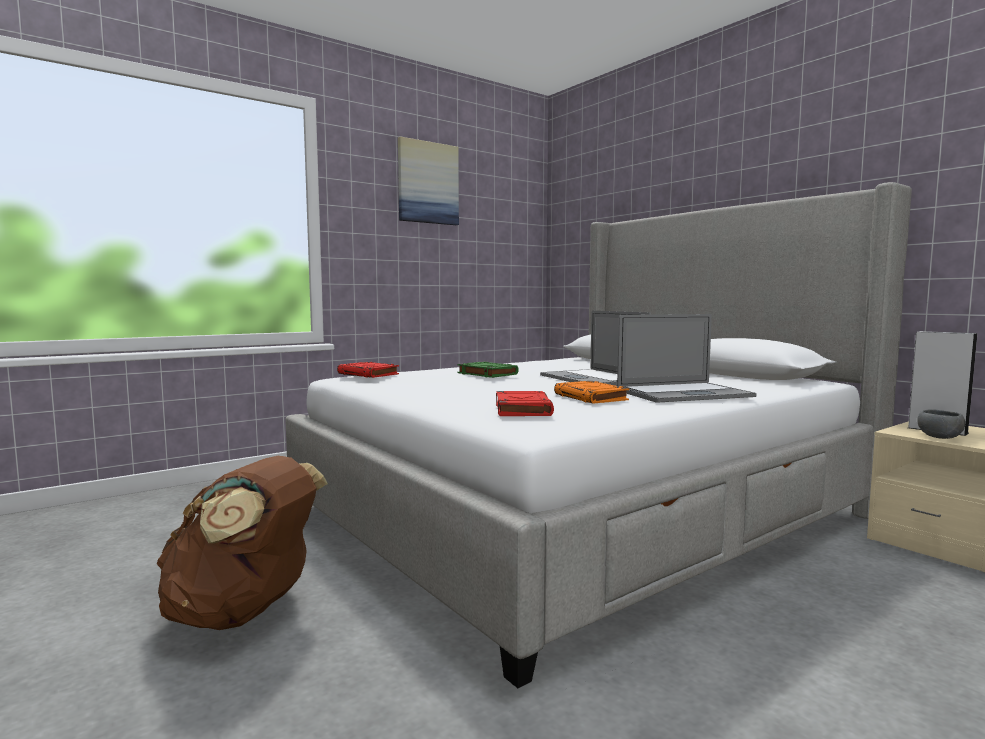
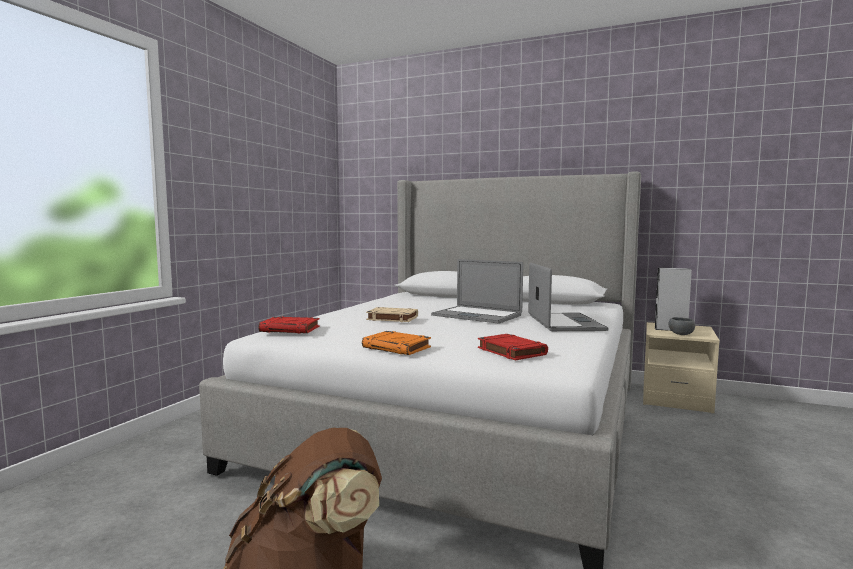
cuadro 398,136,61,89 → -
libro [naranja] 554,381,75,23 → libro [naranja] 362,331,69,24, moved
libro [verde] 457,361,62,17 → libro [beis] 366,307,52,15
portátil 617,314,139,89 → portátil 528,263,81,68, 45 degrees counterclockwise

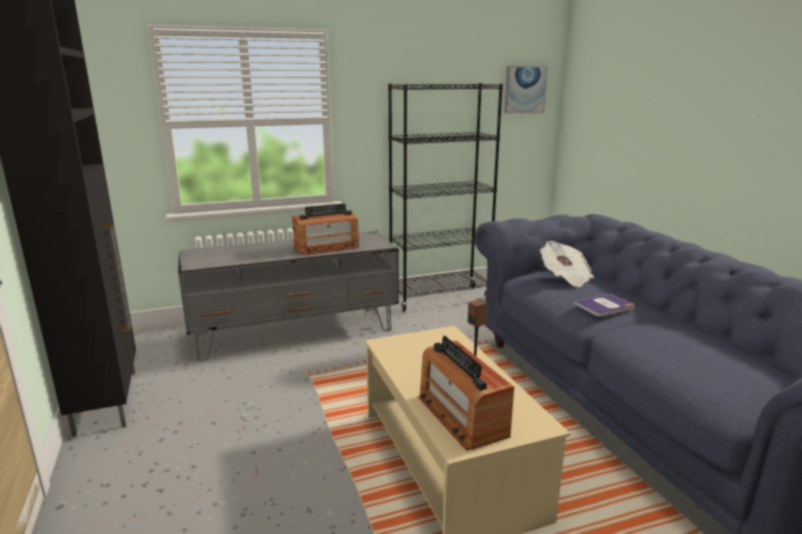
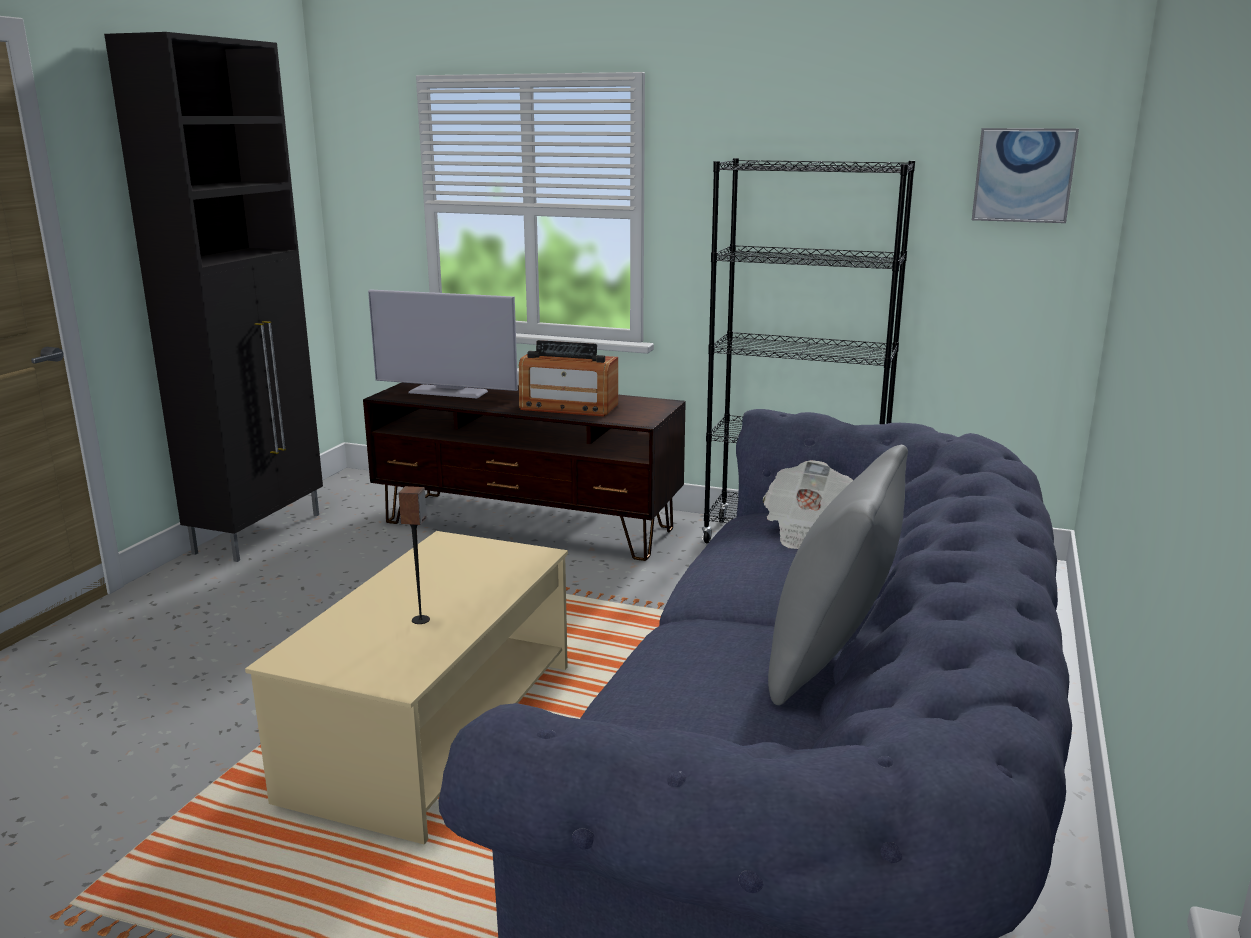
radio 418,336,96,115 → -
libro 574,294,60,22 → -
- → televisor 368,289,150,109
- → cojín [gris] 768,445,140,260
mueble de televisión [gris] 178,231,221,130 → mueble de televisión [marrón] 363,383,323,178

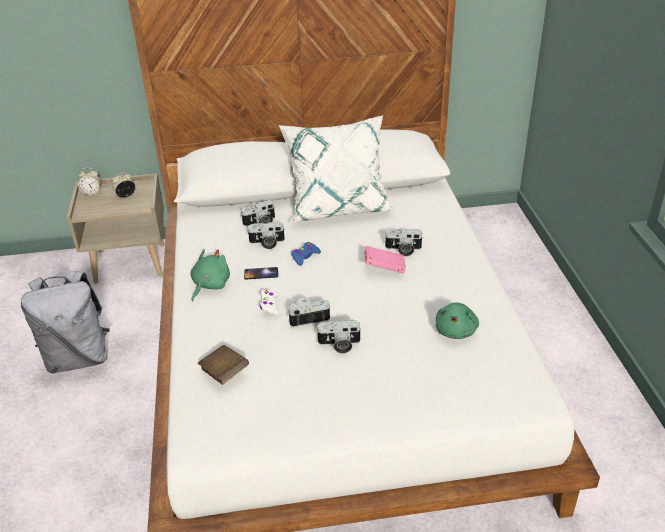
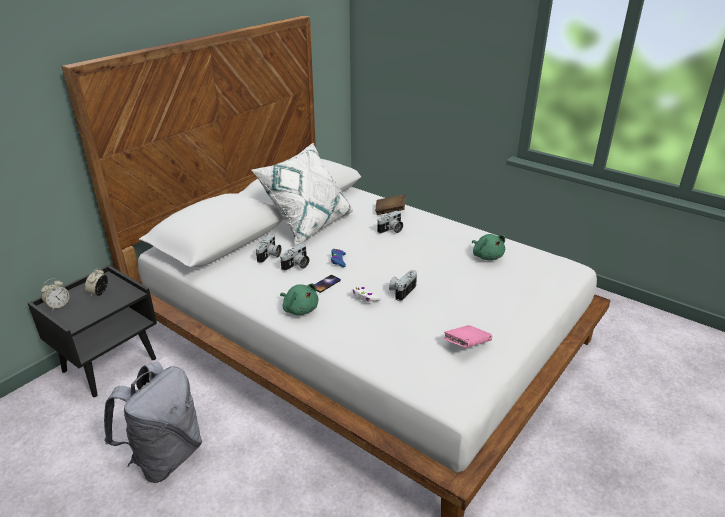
cámara 317,320,45,33 → -
libro [marrón] 198,345,51,40 → libro [marrón] 375,194,31,21, moved
libro [rosa] 364,246,42,28 → libro [rosa] 444,325,48,23, moved
mesita de noche [beis] 67,173,98,111 → mesita de noche [negro] 28,265,129,132
peluche [verde] 190,249,40,52 → peluche [verde] 280,284,39,31, 150 degrees clockwise

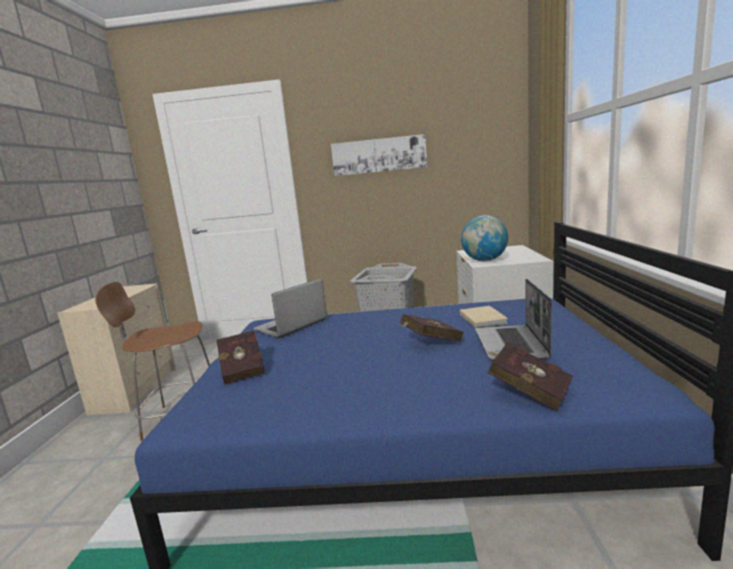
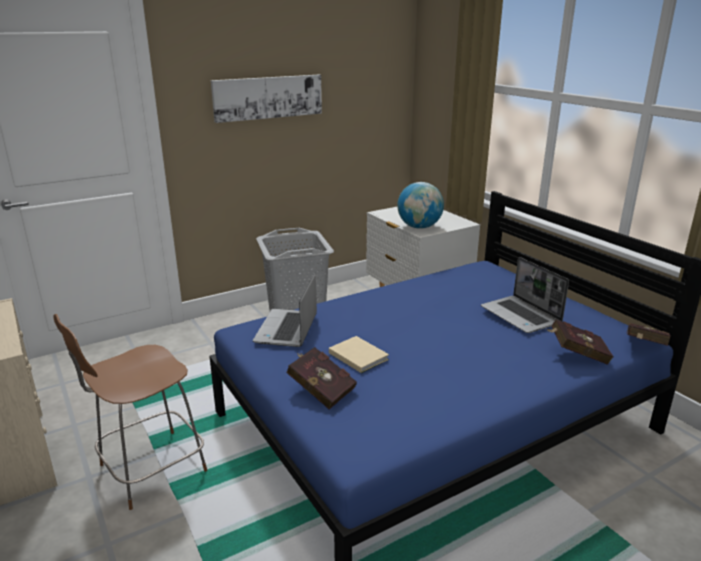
libro [rojo] 399,314,65,27 → libro [rojo] 627,323,44,23, moved
libro [beis] 460,306,48,22 → libro [beis] 329,336,60,37, moved

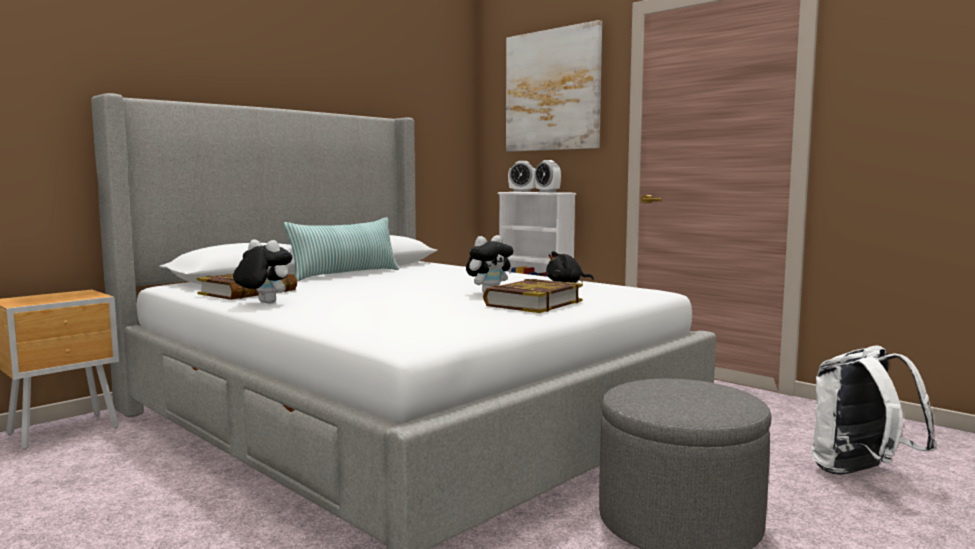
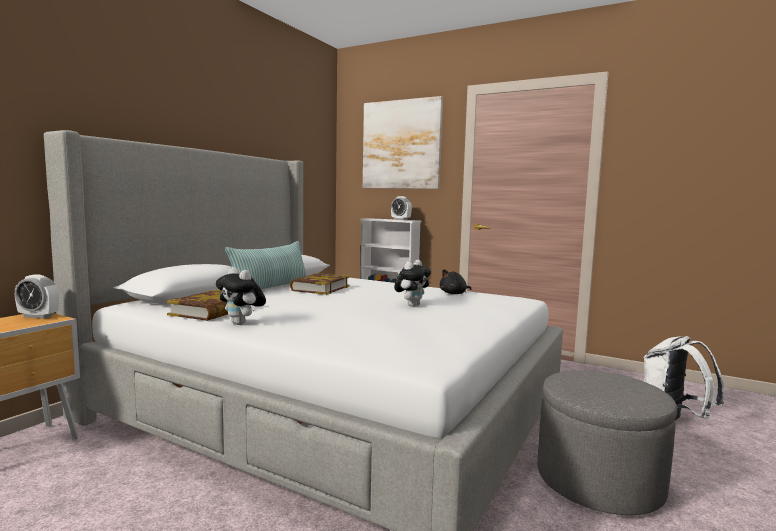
libro 483,279,100,34 → libro 290,273,60,22, moved
despertador 508,161,28,31 → despertador 15,274,44,45, moved
peluche 233,240,59,64 → peluche 216,267,50,58, 150 degrees counterclockwise

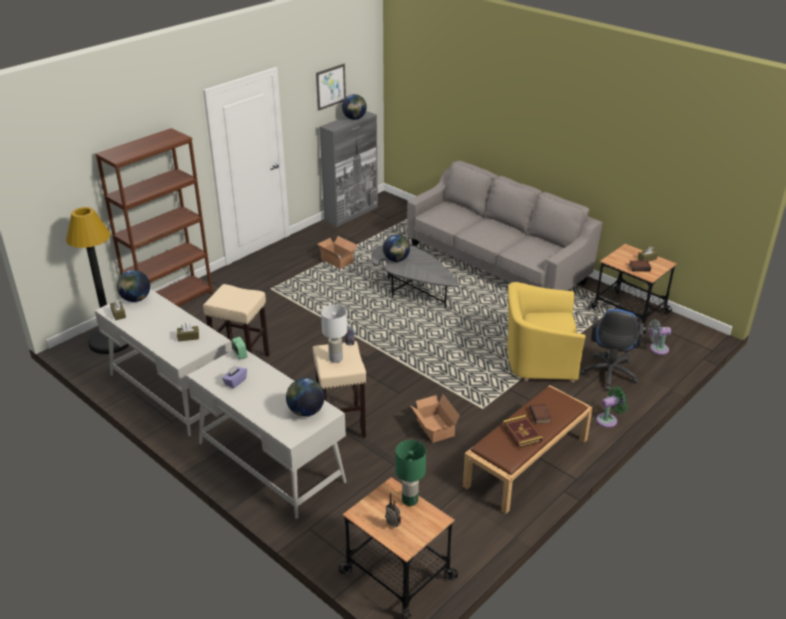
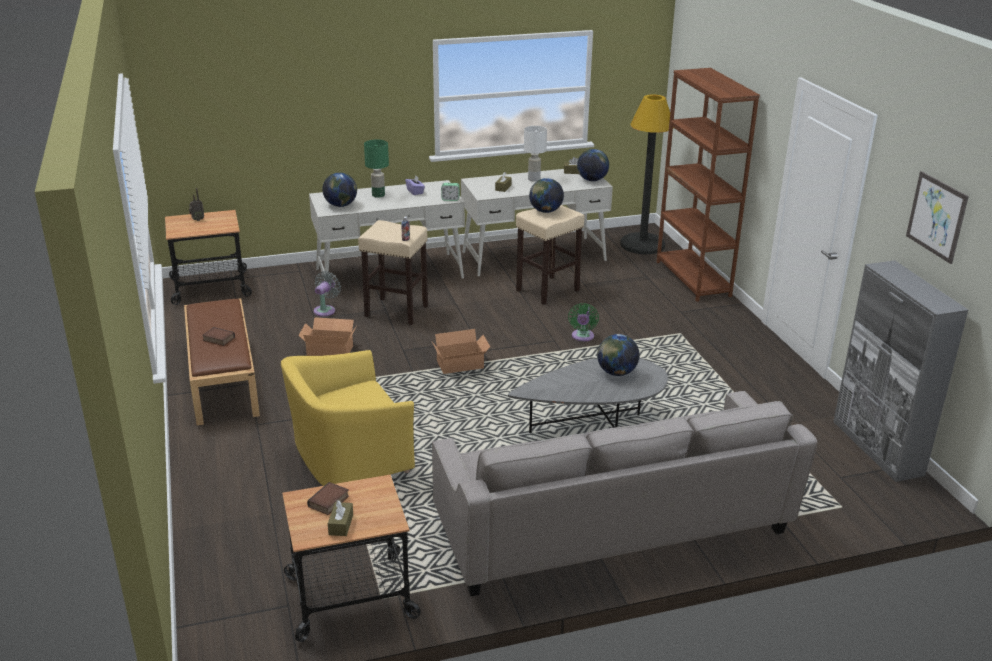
libro 502,415,41,34 → -
silla de oficina [azul] 581,309,63,82 → -
caja de cartón 318,236,39,33 → caja de cartón 432,329,58,45, moved
lámpara de mesa [blanco] 321,305,26,58 → lámpara de mesa [blanco] 524,126,23,56, moved
globo terráqueo 342,94,25,26 → globo terráqueo 529,178,35,35, moved
lámpara de mesa [verde] 396,440,30,66 → lámpara de mesa [verde] 364,140,25,58, moved
ventilador [verde] 596,386,32,42 → ventilador [verde] 568,303,31,38, moved
ventilador [gris] 648,319,23,36 → ventilador [gris] 314,271,27,46, moved
sillón [amarillo] 507,282,78,100 → sillón [amarillo] 281,350,134,136, 150 degrees counterclockwise

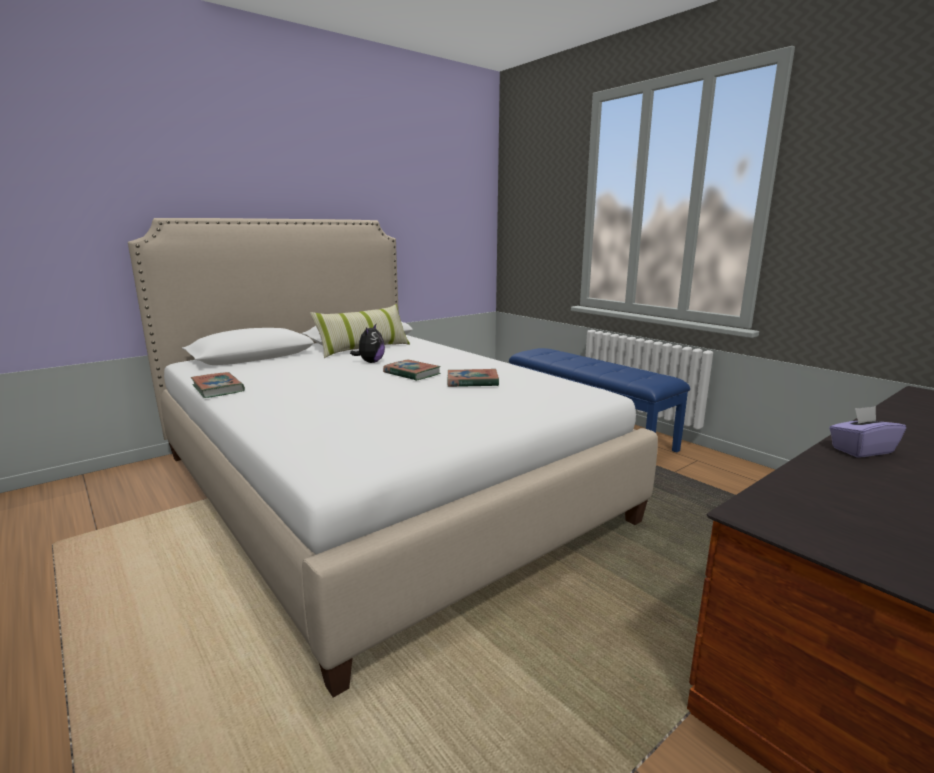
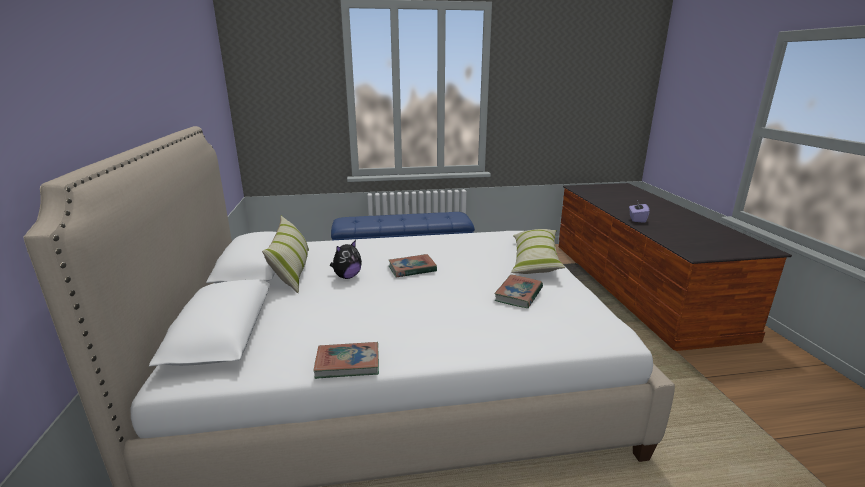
- → cojín 511,229,54,45
libro 448,369,51,18 → libro 494,274,49,34, moved
peluche 350,324,35,39 → peluche 330,240,32,39, 90 degrees clockwise

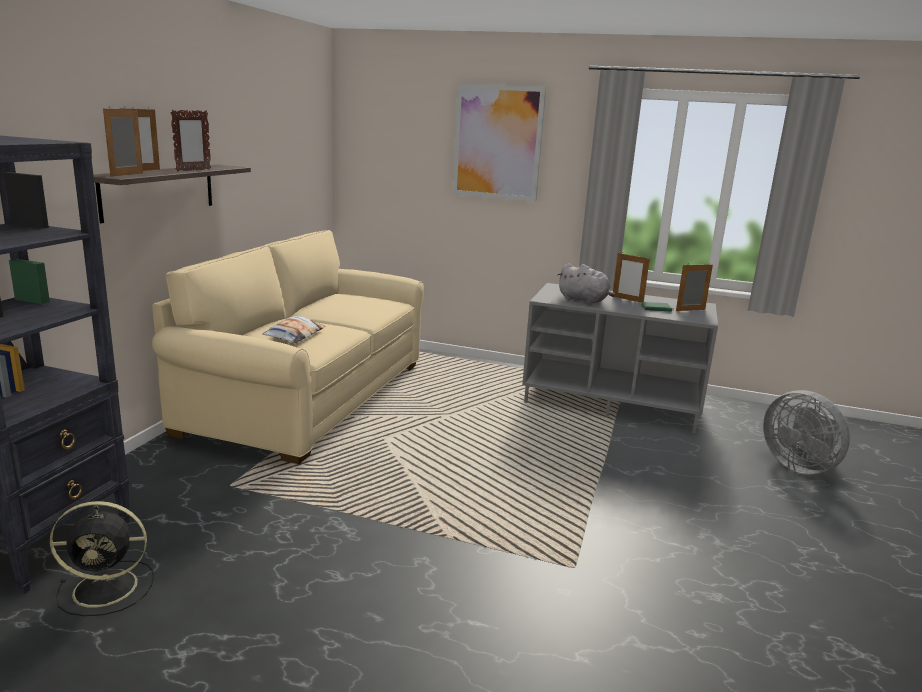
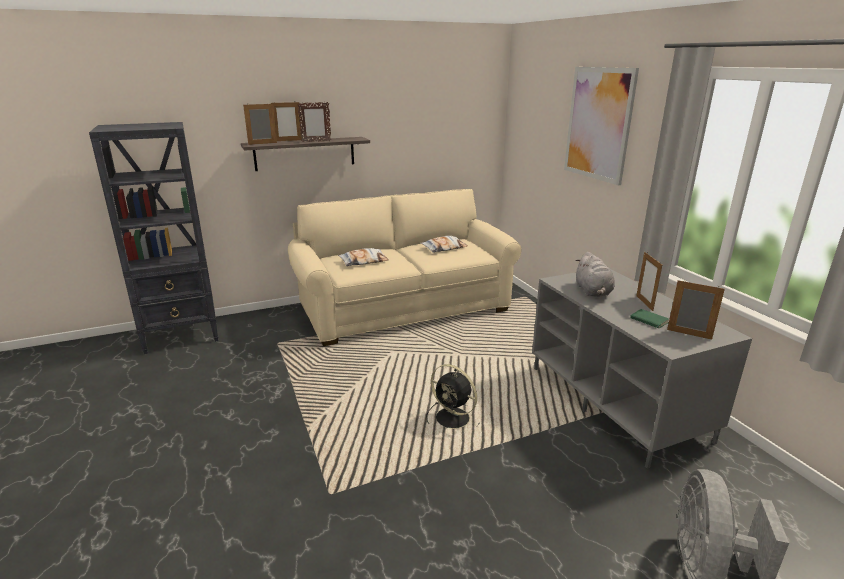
- → cojín 420,236,48,17
ventilador [negro] 50,501,104,115 → ventilador [negro] 426,364,53,65, moved

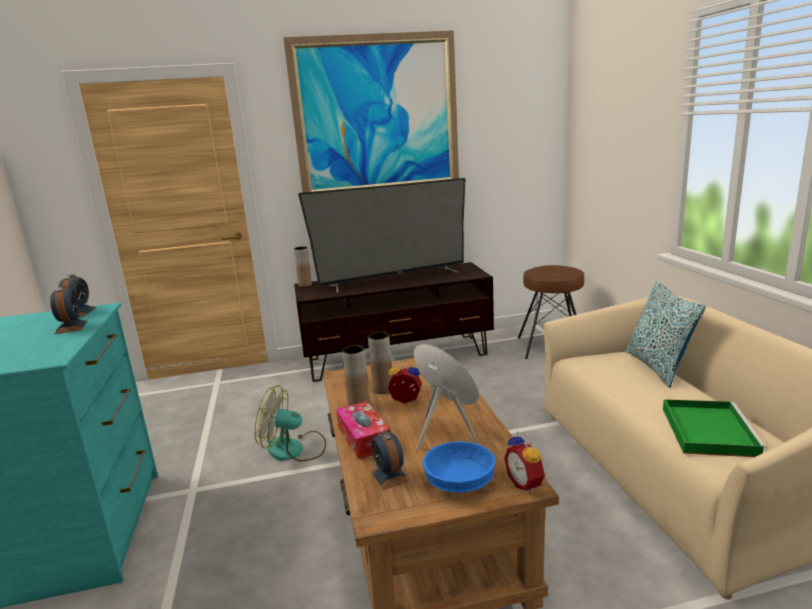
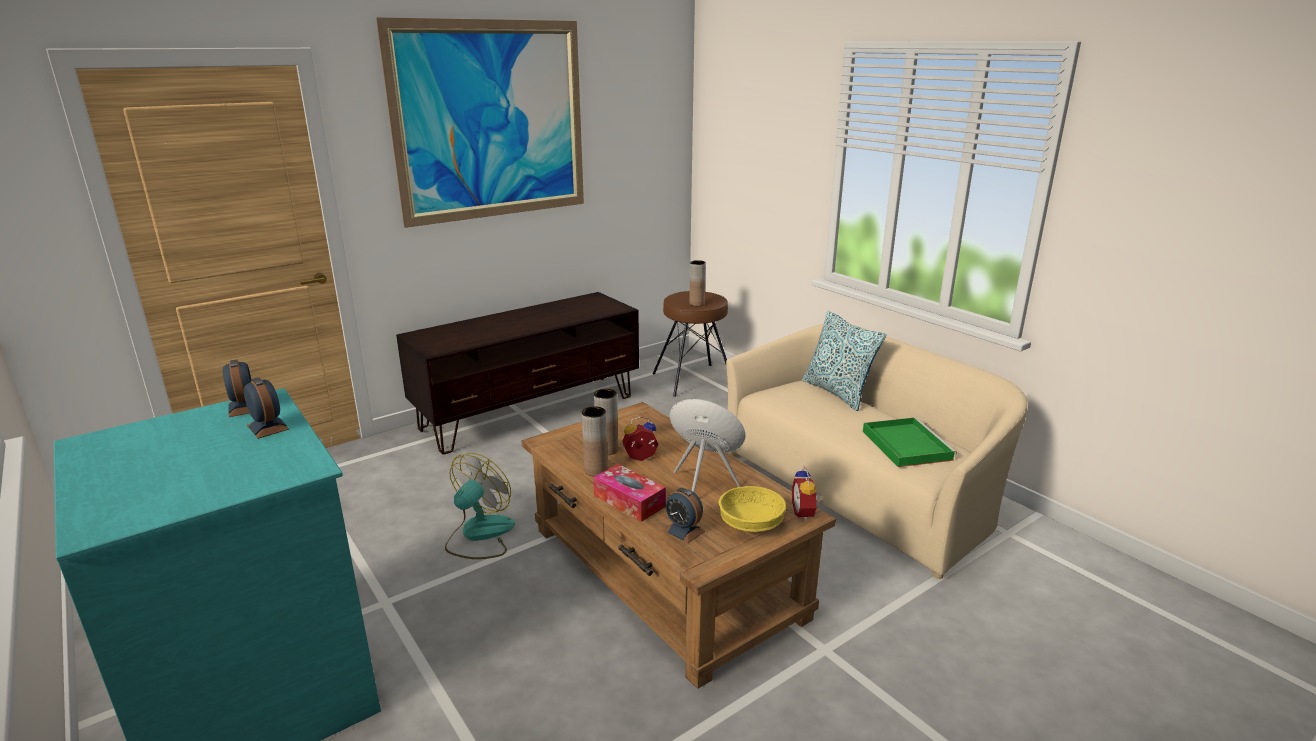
televisor 298,178,167,115 → -
florero [marrón] 294,246,18,41 → florero [marrón] 689,260,17,46, moved
cuenco [azul] 423,441,72,52 → cuenco [amarillo] 718,486,68,46
ventilador 255,385,71,77 → ventilador 445,453,70,106, 135 degrees clockwise
despertador 504,432,41,61 → despertador 792,466,29,55, 45 degrees clockwise

